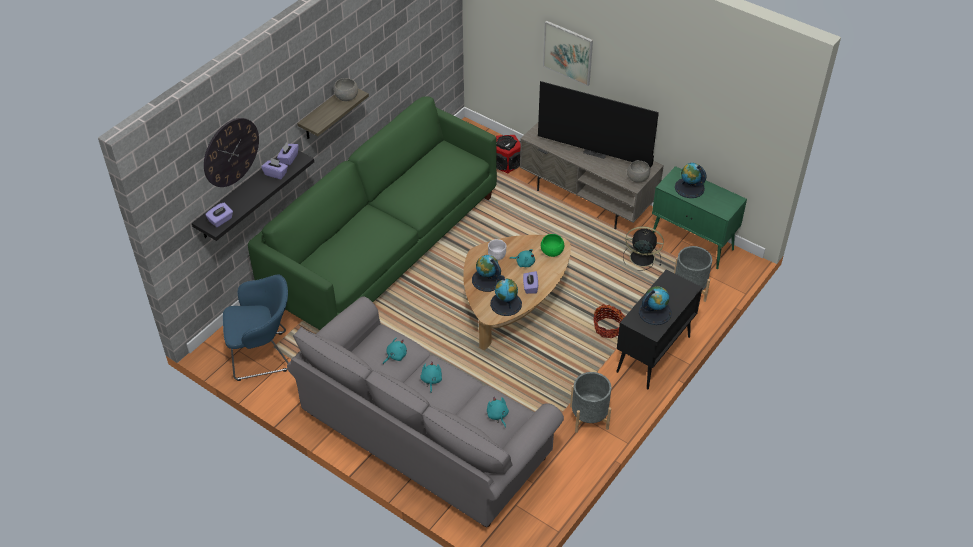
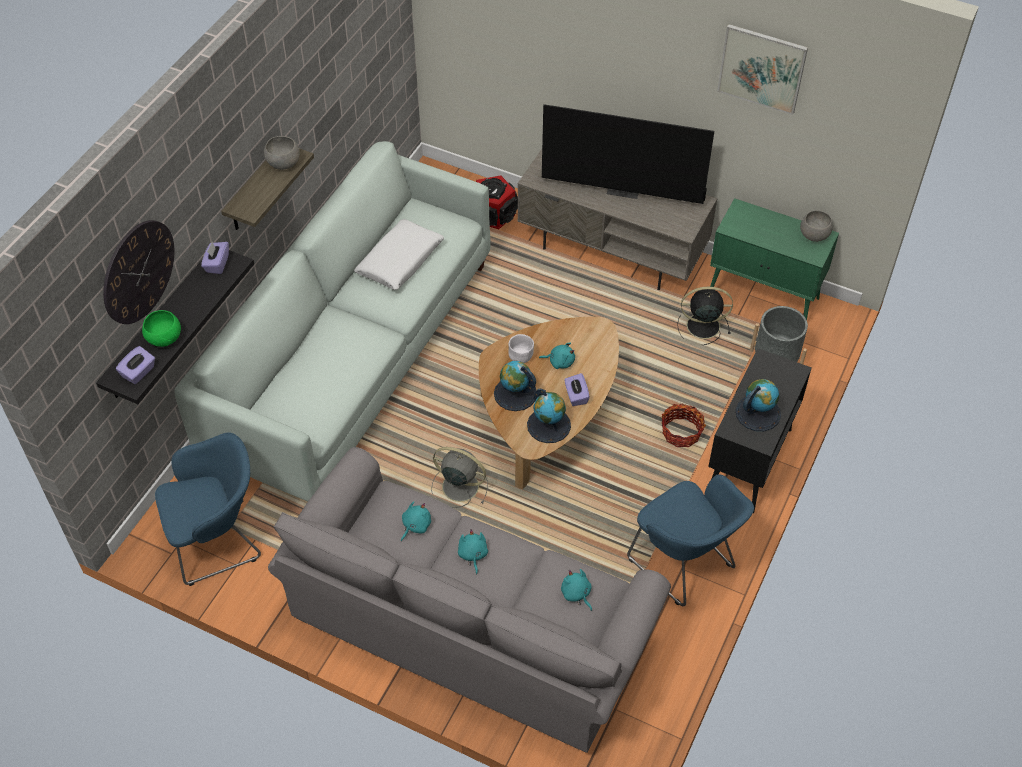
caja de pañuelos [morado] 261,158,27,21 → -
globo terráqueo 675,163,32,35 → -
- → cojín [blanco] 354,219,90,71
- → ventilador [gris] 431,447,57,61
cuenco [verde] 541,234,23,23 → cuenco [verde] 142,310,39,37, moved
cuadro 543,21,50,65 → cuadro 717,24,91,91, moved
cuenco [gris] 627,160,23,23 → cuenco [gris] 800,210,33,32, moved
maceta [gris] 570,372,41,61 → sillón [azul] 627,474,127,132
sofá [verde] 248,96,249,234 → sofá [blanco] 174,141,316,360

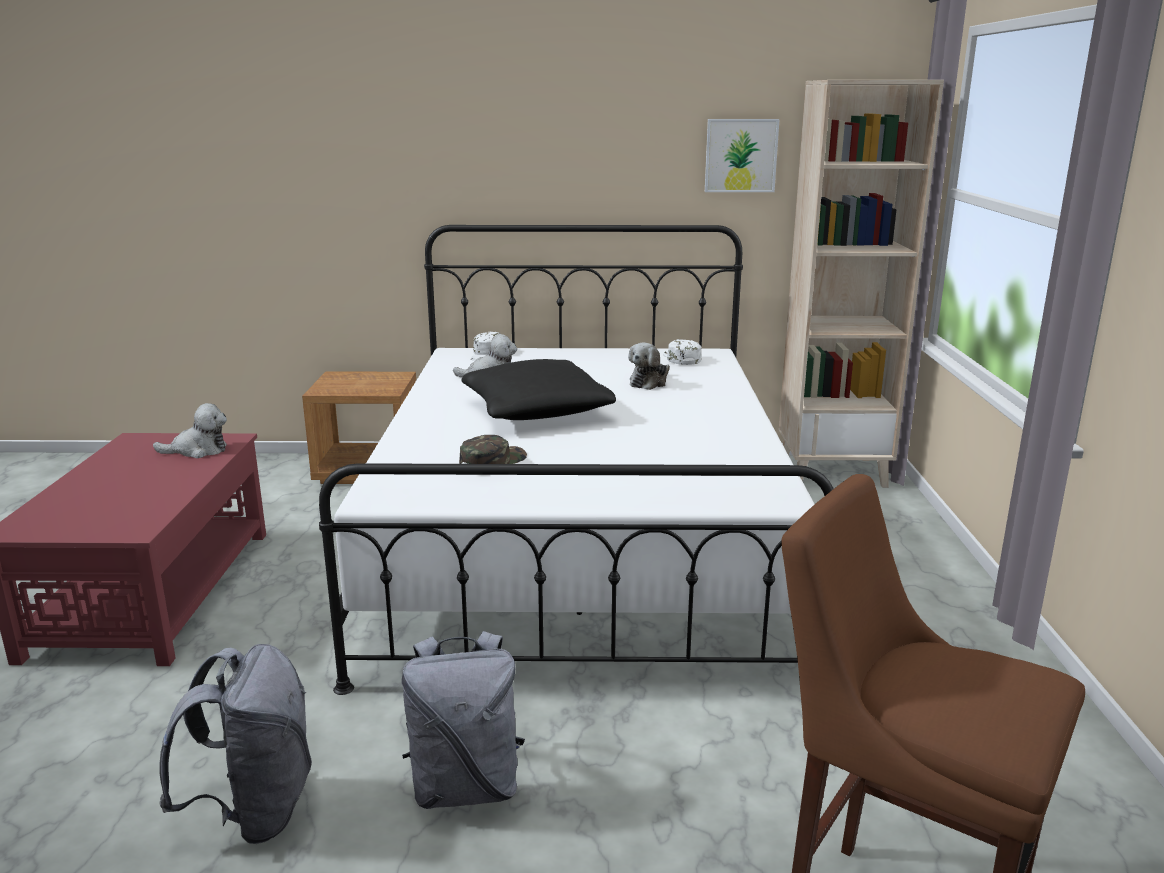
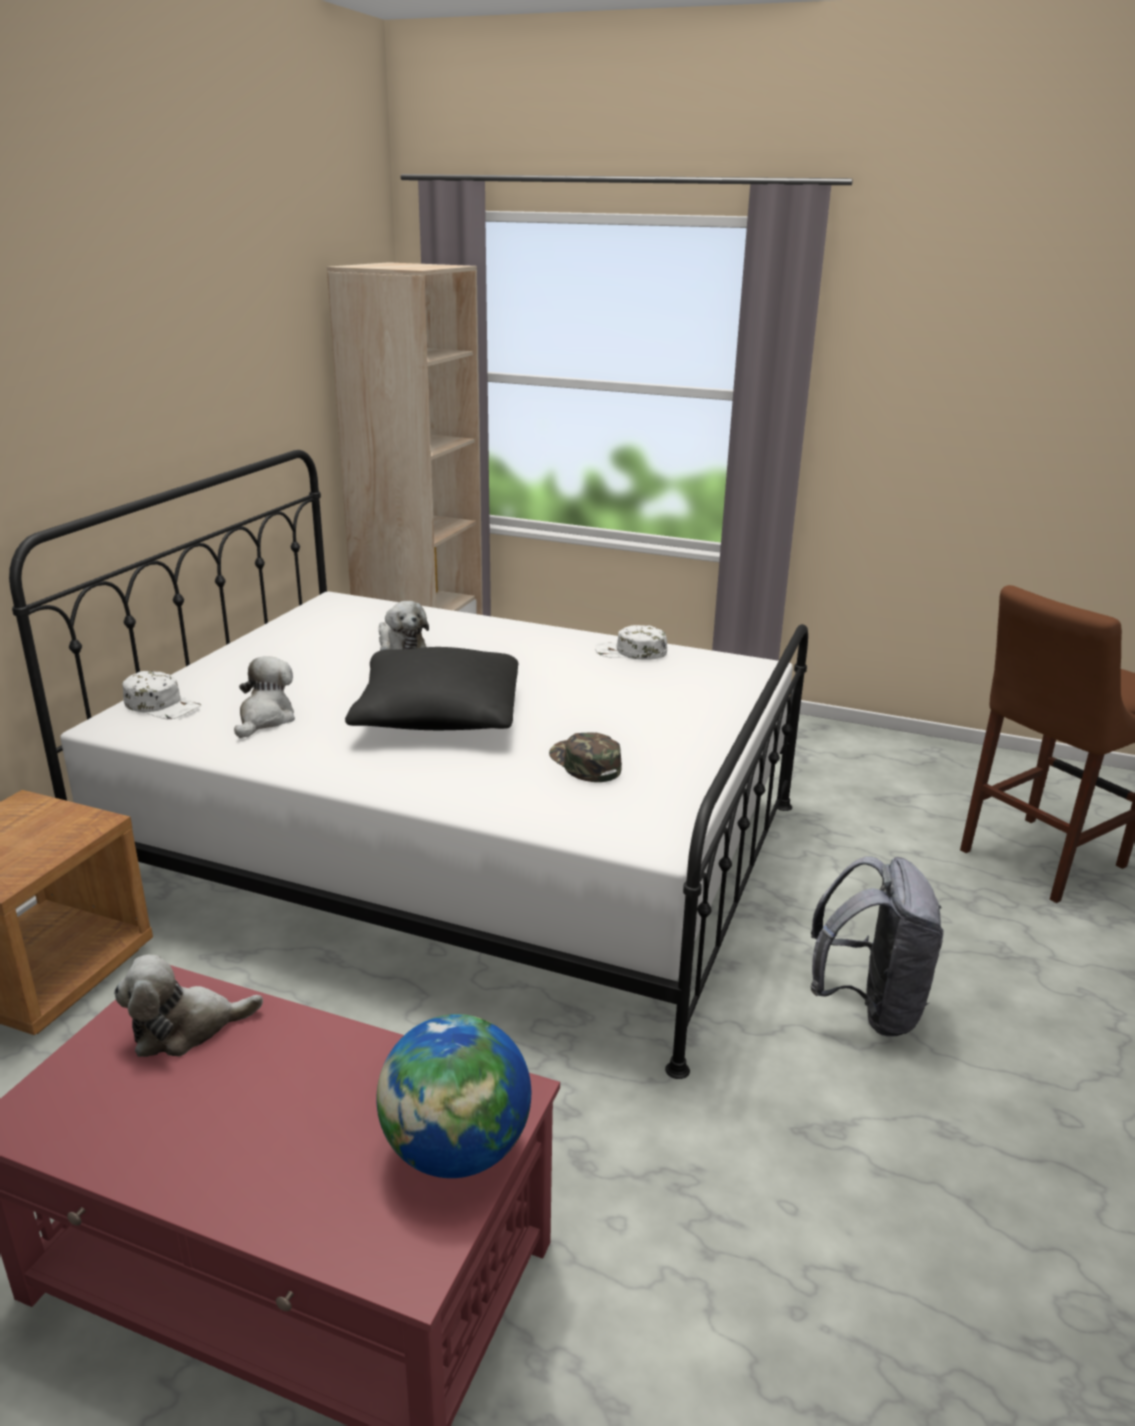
mochila [gris] 159,644,153,200 → -
cuadro 705,119,75,73 → -
- → globo terráqueo 377,1014,154,164
gorra [blanco] 663,339,39,26 → gorra [blanco] 595,625,72,35, moved
peluche 153,403,74,56 → peluche 114,955,149,102, 120 degrees counterclockwise

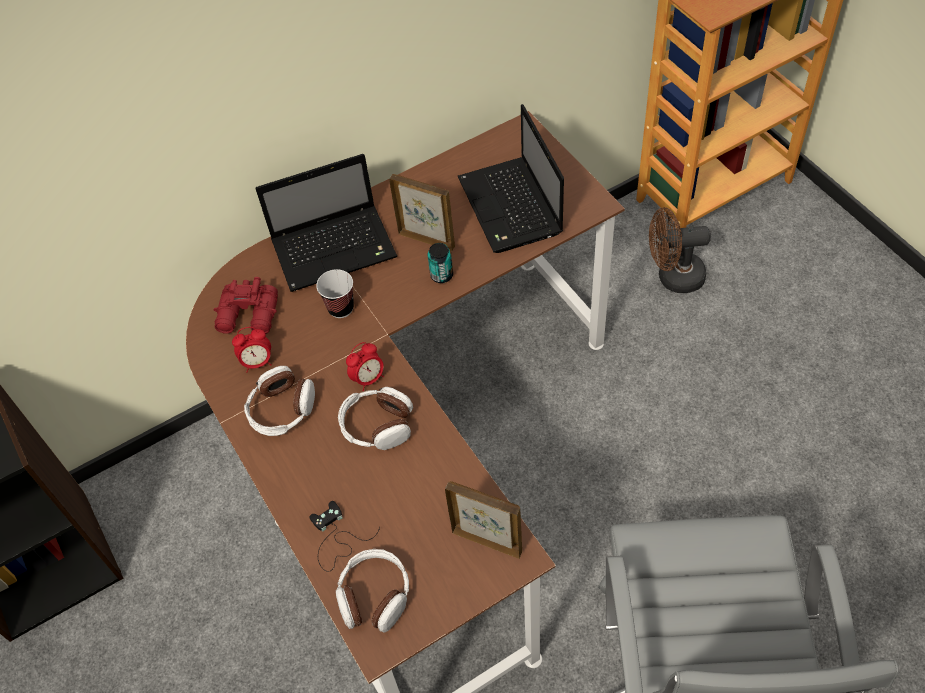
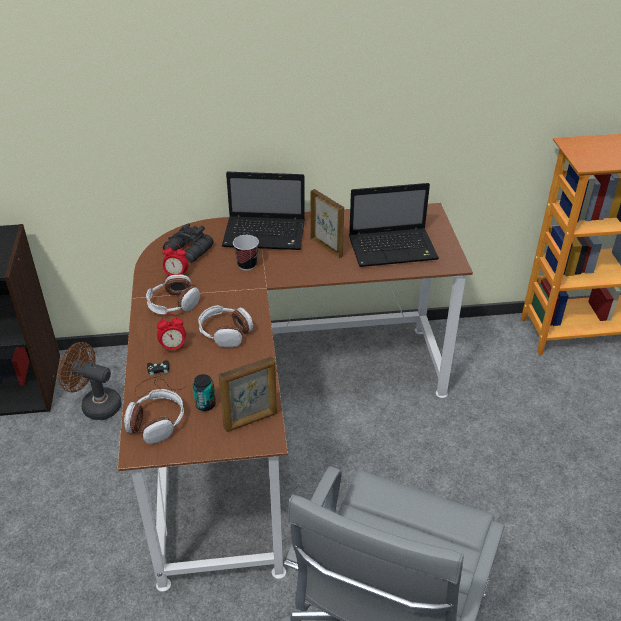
despertador 346,342,38,49 → despertador 157,314,29,40, moved
lata 428,243,25,40 → lata 193,374,23,37, moved
ventilador [marrón] 649,207,62,86 → ventilador [marrón] 58,342,64,78, moved
prismáticos [rojo] 214,277,64,57 → prismáticos [negro] 163,223,51,40
portarretratos 445,481,77,78 → portarretratos 219,356,58,76, 105 degrees clockwise
portátil 458,104,106,149 → portátil 349,183,90,84, 105 degrees counterclockwise

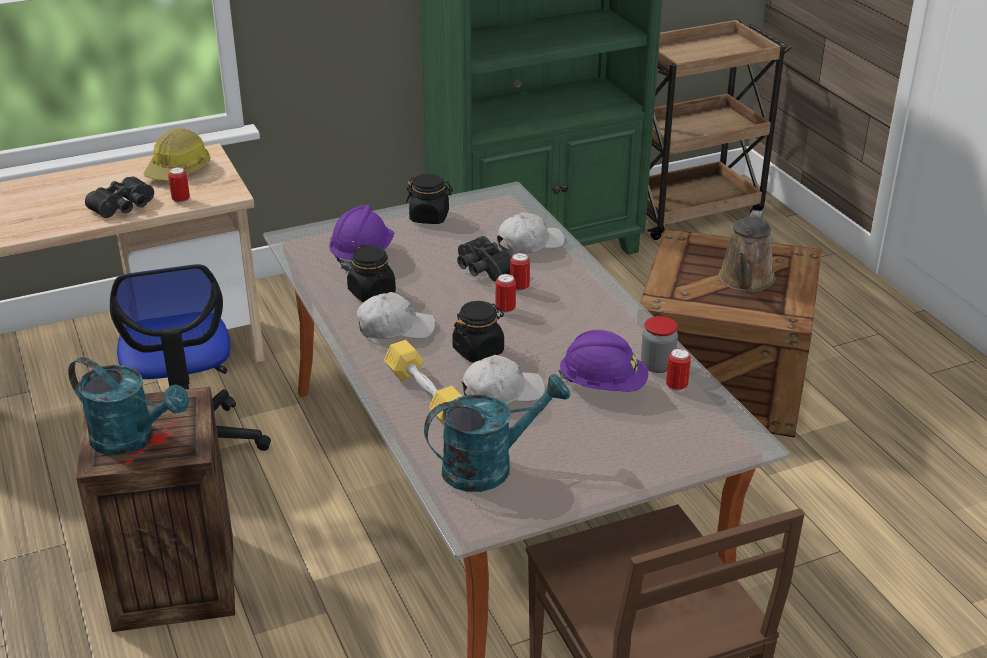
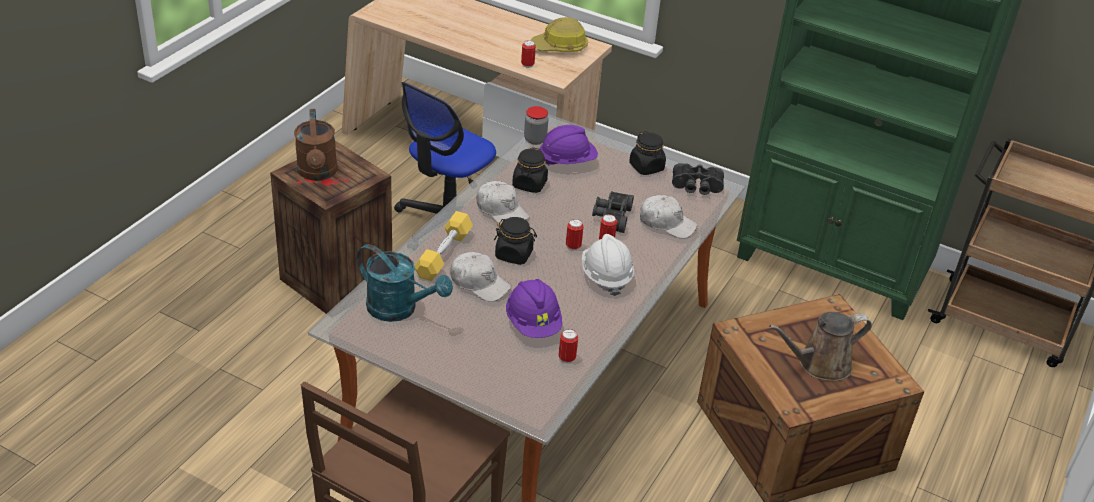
- → casco [blanco] 582,234,52,62
prismáticos [negro] 85,177,69,41 → prismáticos [negro] 672,163,52,32, moved
tarro 641,316,37,57 → tarro 524,106,24,39, moved
regadera [turquesa] 68,357,121,99 → regadera [marrón] 294,109,44,72

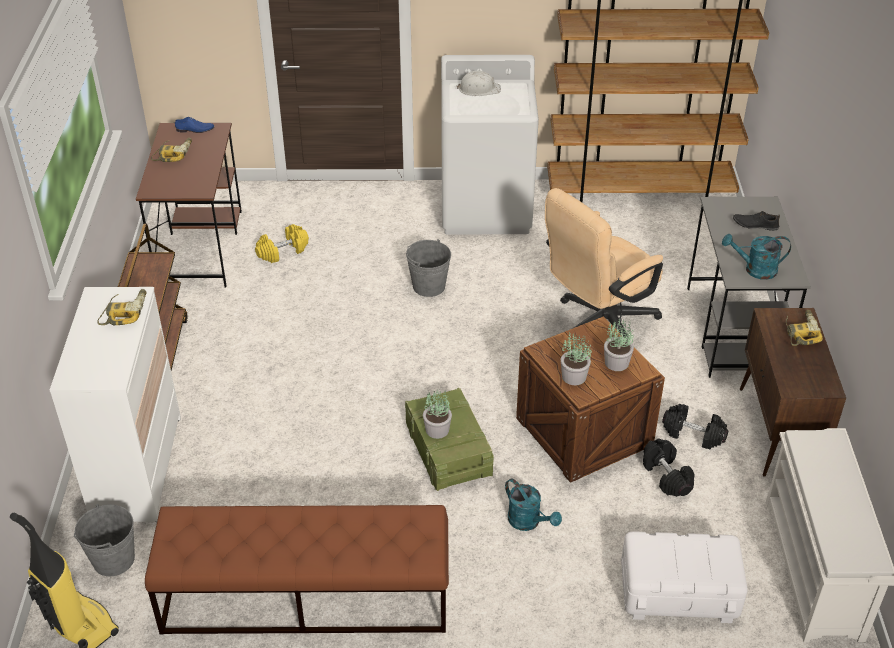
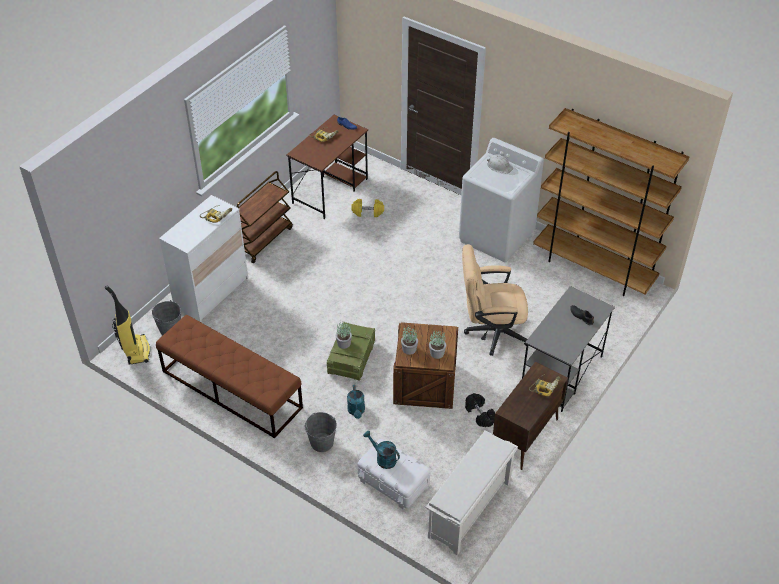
mancuerna [negro] 643,438,52,59 → -
cubo [gris] 406,239,45,58 → cubo [gris] 305,412,32,40, moved
regadera [turquesa] 722,234,69,46 → regadera [turquesa] 363,431,37,38, moved

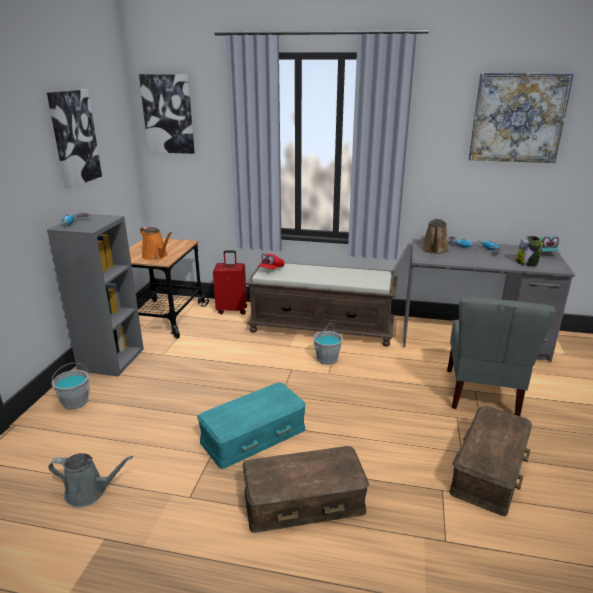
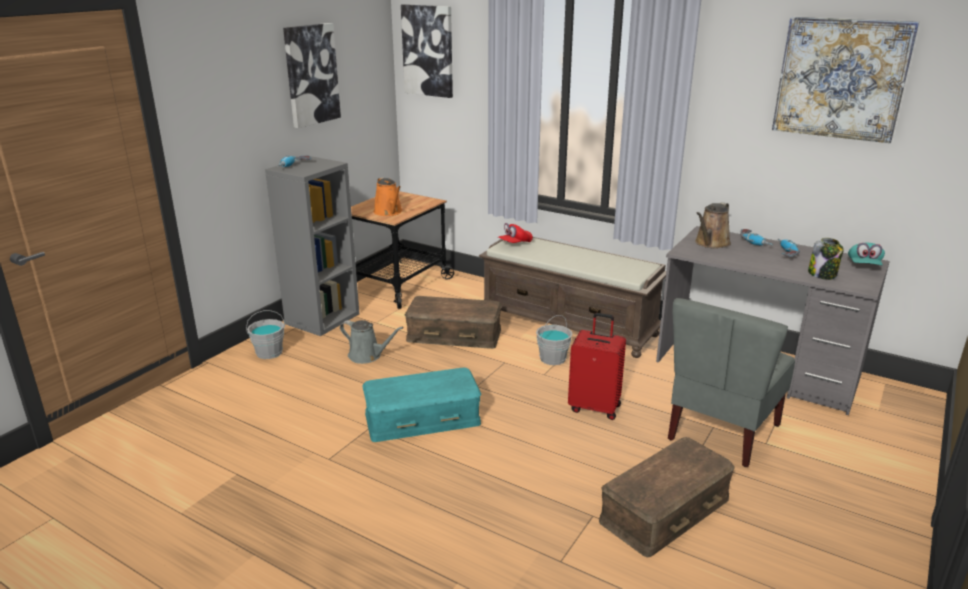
regadera [gris] 48,453,85,55 → regadera [gris] 340,320,64,44, moved
maleta [rojo] 213,251,34,64 → maleta [rojo] 568,313,58,107, moved
caja de almacenaje [marrón] 242,446,127,87 → caja de almacenaje [marrón] 405,296,97,53, moved

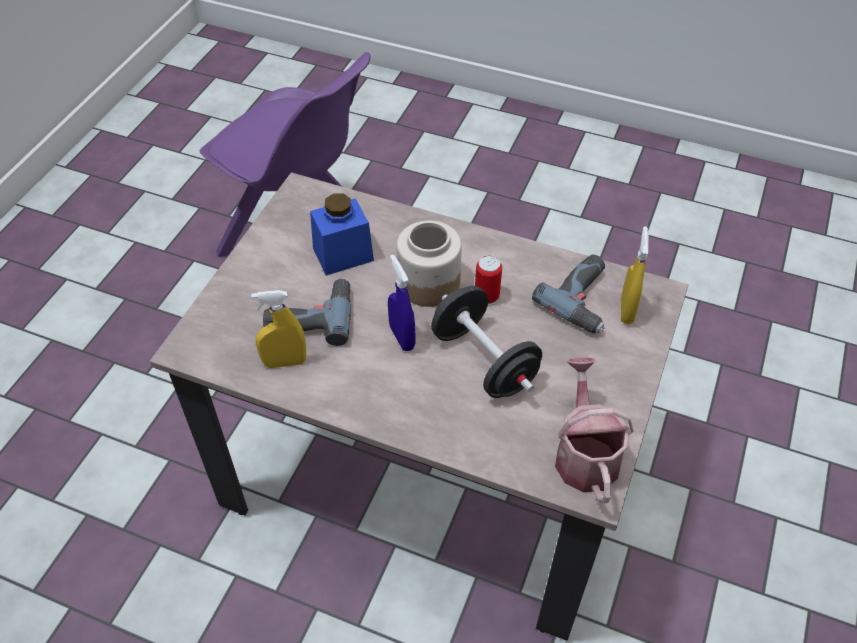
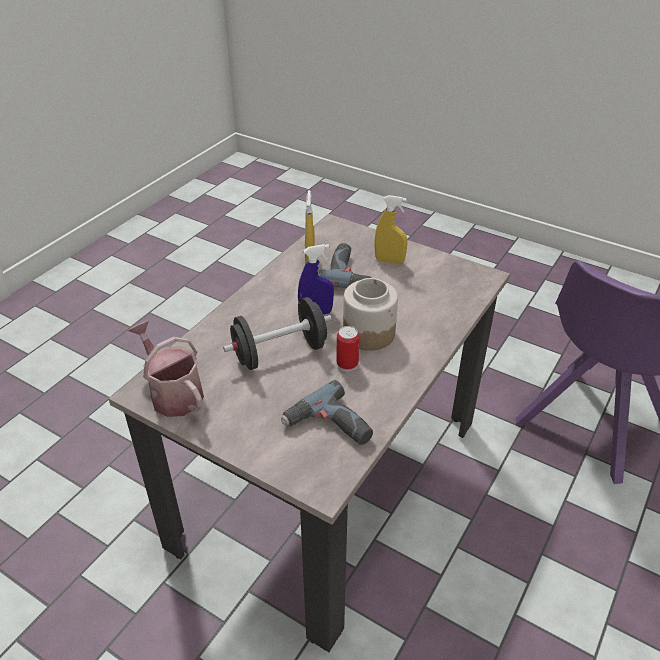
tarro [azul] 310,194,64,82 → -
pulverizador [amarillo] 621,226,28,98 → pulverizador [amarillo] 375,195,33,69, moved
regadera 555,358,79,145 → regadera 128,321,76,96, 135 degrees counterclockwise

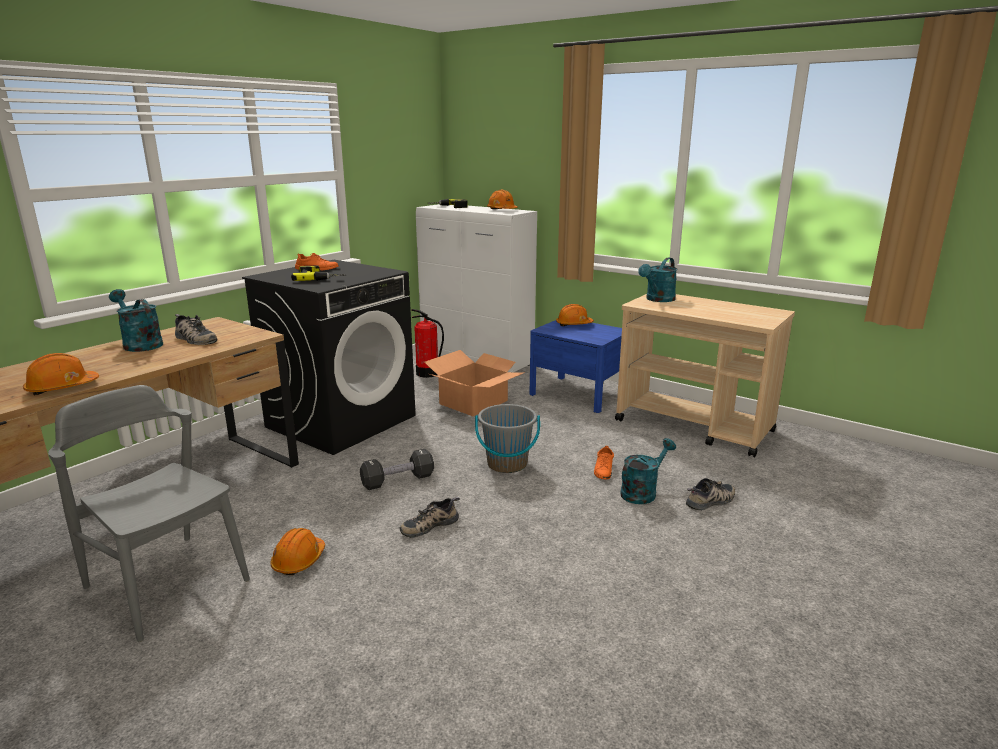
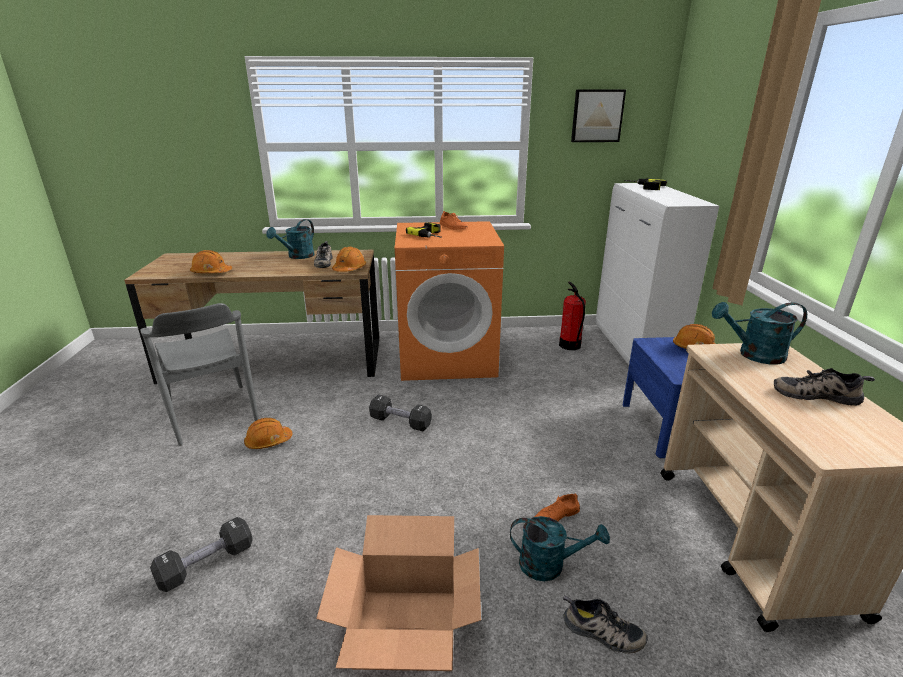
cubo [gris] 475,404,65,69 → -
- → mancuerna [negro] 150,517,103,75
- → cuadro 571,90,55,52
zapato 400,497,60,41 → zapato 774,368,101,38, moved
caja de cartón 424,350,99,66 → caja de cartón 316,515,165,156, moved
casco [naranja] 487,189,31,20 → casco [naranja] 332,247,34,25, moved
lavadora [negro] 242,260,174,195 → lavadora [naranja] 395,221,109,160
silla [gris] 48,385,202,257 → silla [gris] 140,303,119,143, 150 degrees clockwise
regadera [turquesa] 109,289,54,63 → regadera [turquesa] 266,219,48,40, 150 degrees counterclockwise

